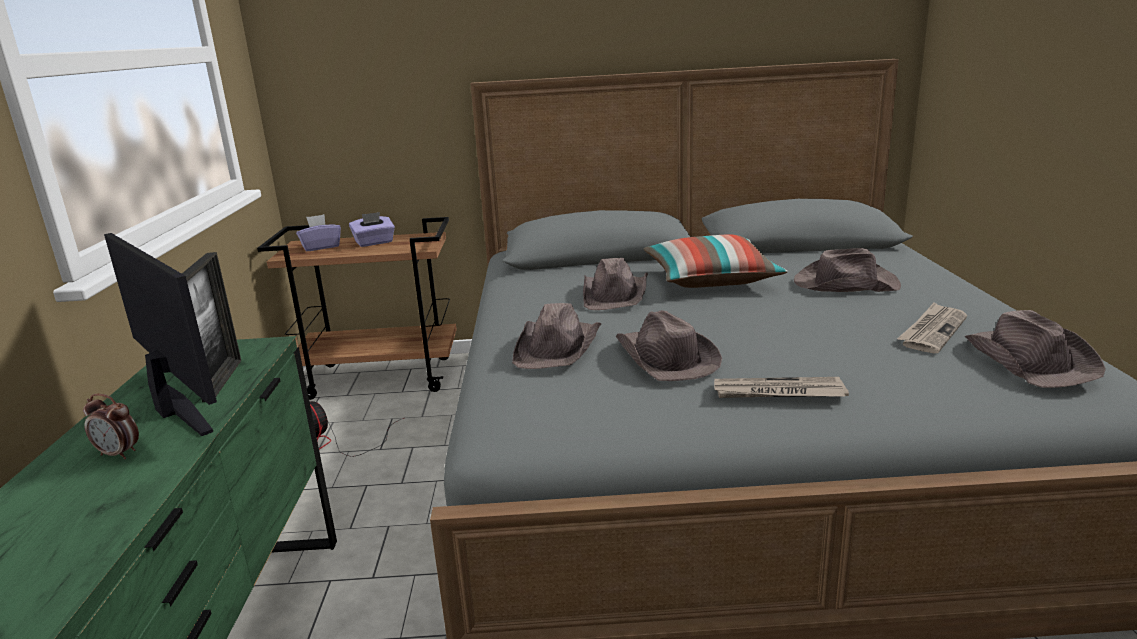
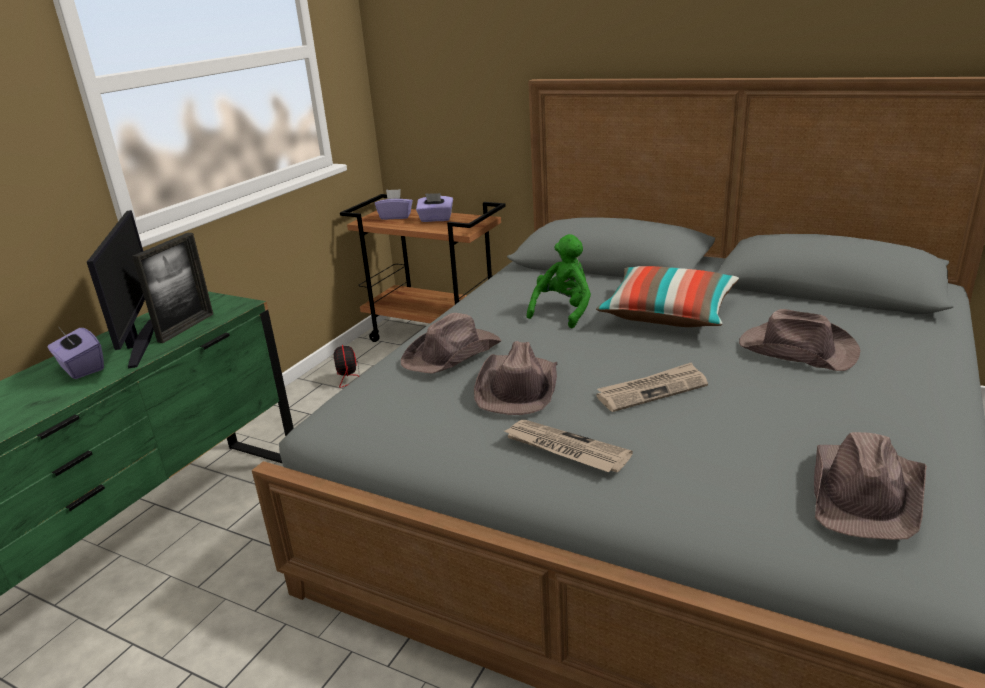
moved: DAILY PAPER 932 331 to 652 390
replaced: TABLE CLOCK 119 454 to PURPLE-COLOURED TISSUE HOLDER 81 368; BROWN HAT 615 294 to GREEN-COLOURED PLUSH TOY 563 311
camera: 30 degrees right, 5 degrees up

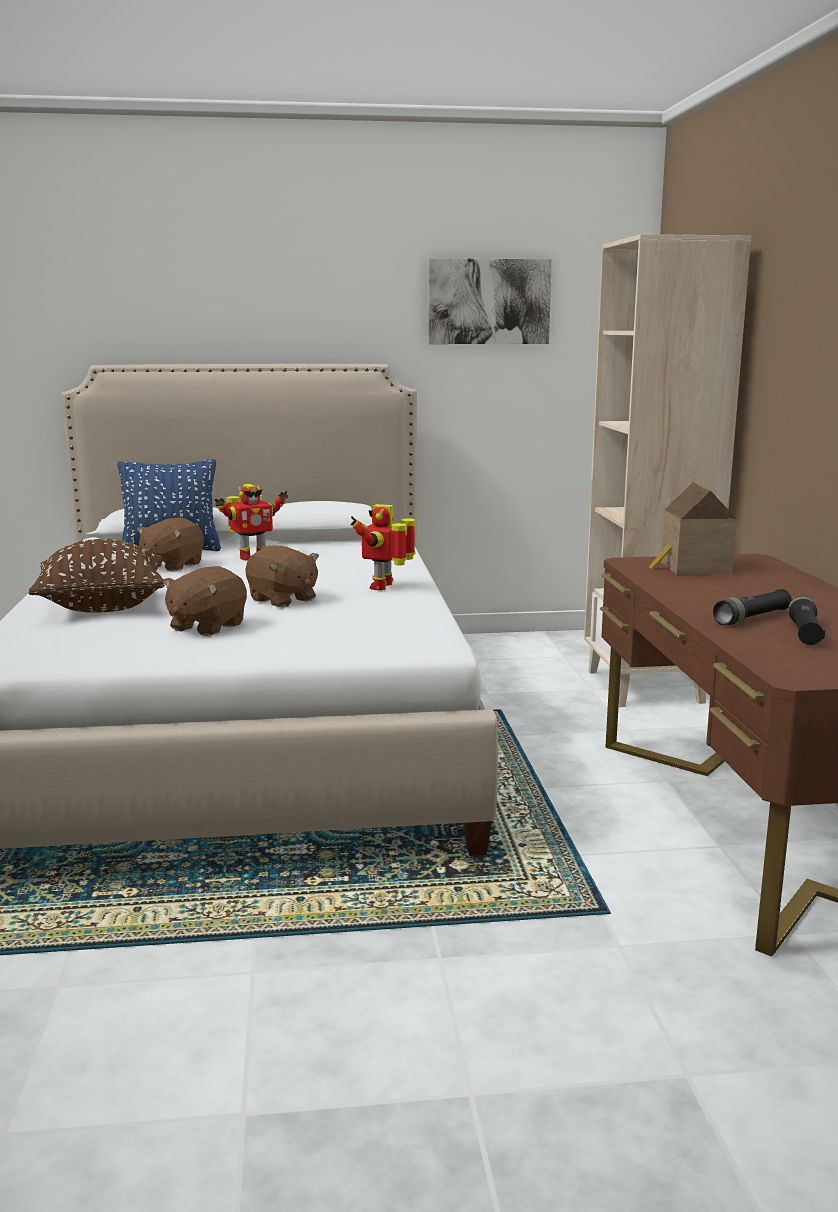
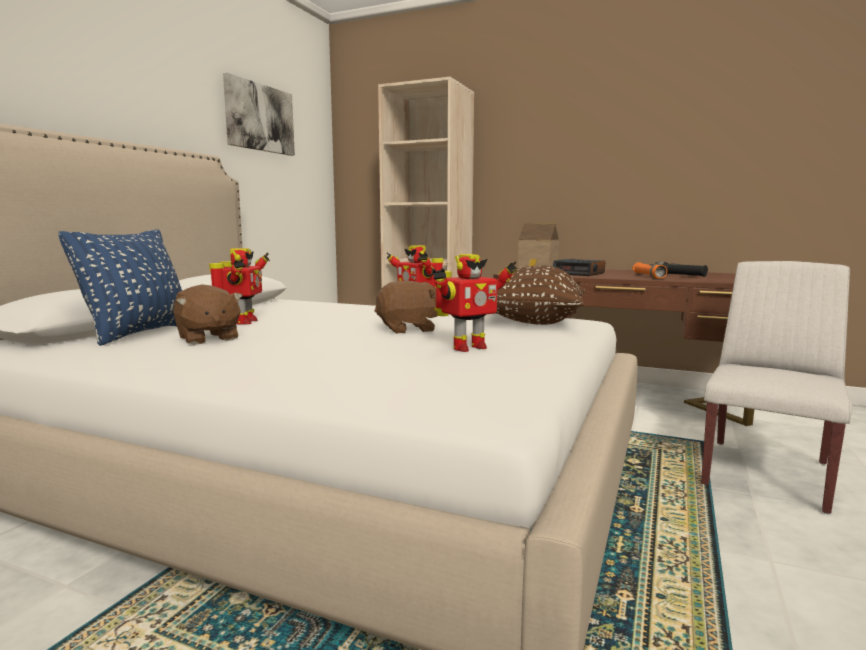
added: TABLE CLOCK 579 273; WHITE-COLOURED PLAIN CHAIR 766 473
moved: BROWN THROW PILLOW 103 607 to 533 322
replaced: BROWN PLUSH TOY 206 627 to ROBOT FIGURE 467 347
recoloured: BLACKISH HAND TORCH 752 618 to ORANGE HAND TORCH 648 276
camera: 60 degrees left, 5 degrees down

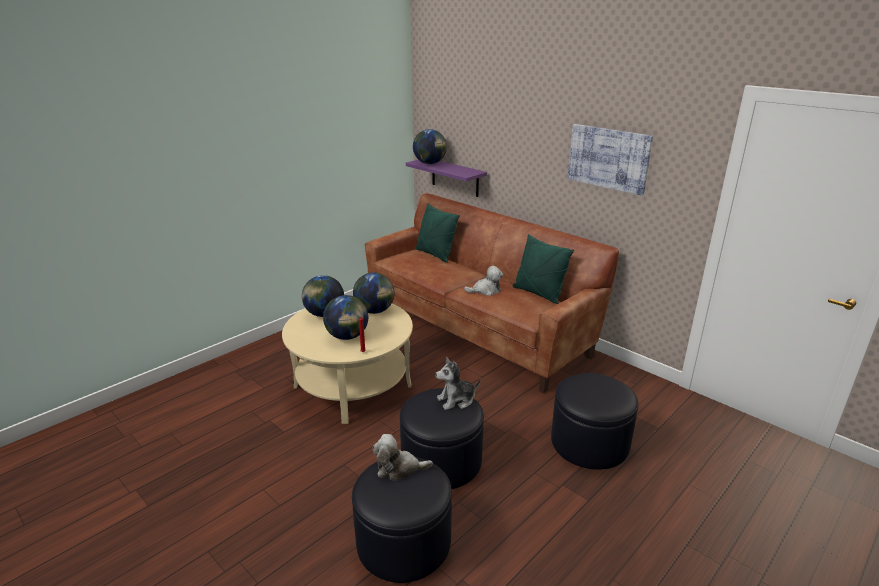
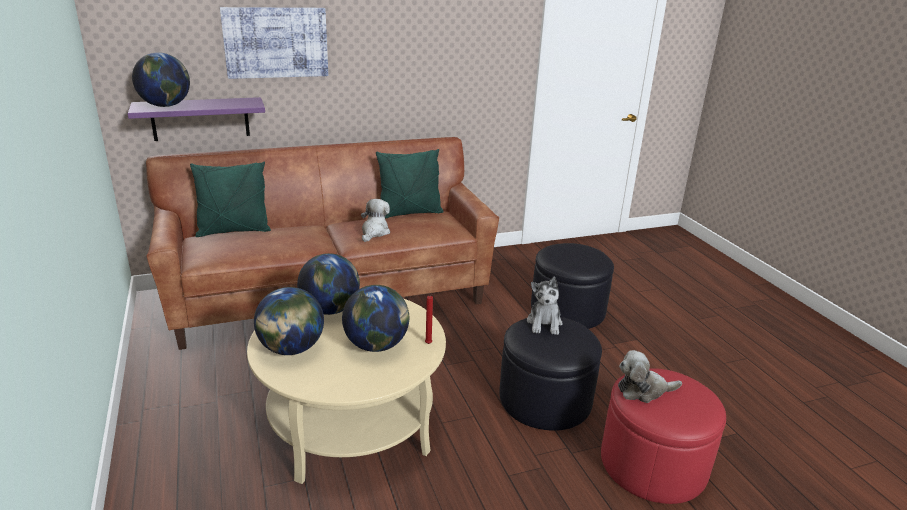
moved: WALL PICTURE 608 158 to 276 42
recoloured: BLACKISH OTTOMAN 403 542 to RED OTTOMAN 653 464
turned: PLUSH TOY 399 468 = 643 390 60 degrees clockwise
camera: 65 degrees left, 0 degrees up

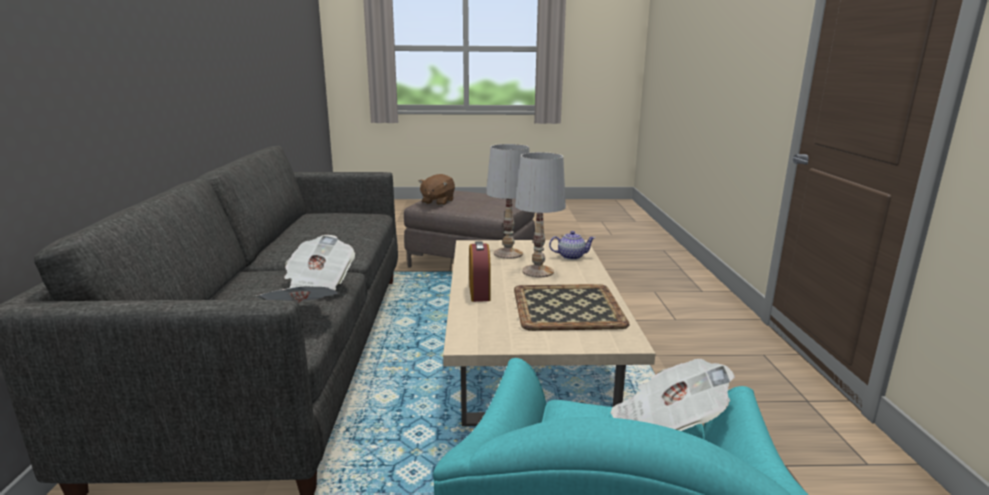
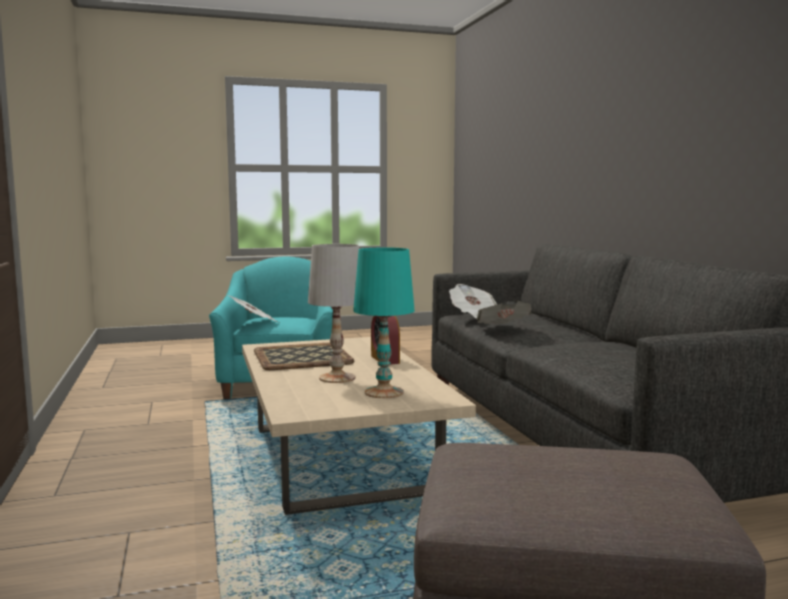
removed: BROWN PLUSH TOY 437 202; TEA POT 571 256
recoloured: WHITE-COLOURED TABLETOP LAMP 507 253 to BLUE-GREEN TABLETOP LAMP 384 392
camera: 165 degrees right, 10 degrees down

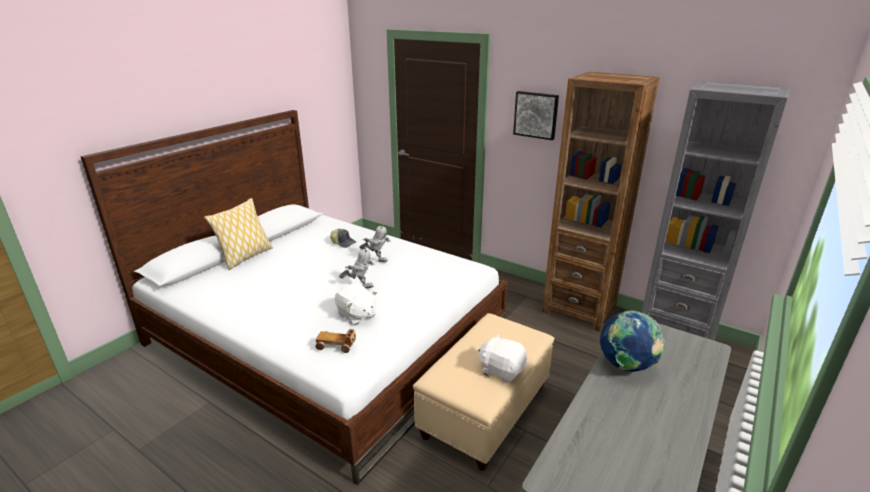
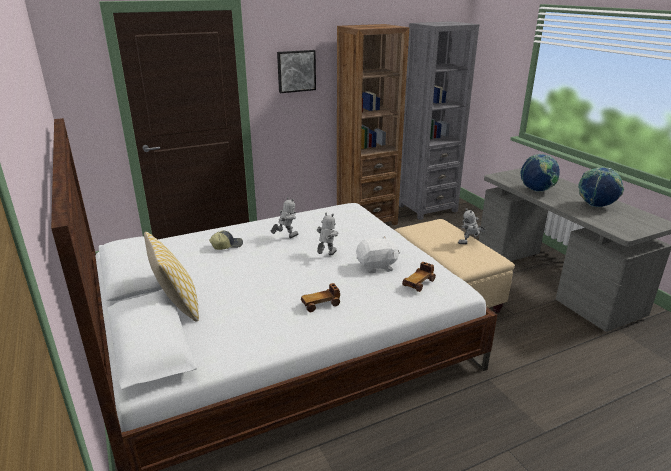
added: MODEL CAR 321 304; DESK GLOBE 595 206
replaced: WHITE-COLOURED PLUSH TOY 501 370 to ROBOT FIGURE 470 243
camera: 60 degrees left, 0 degrees up

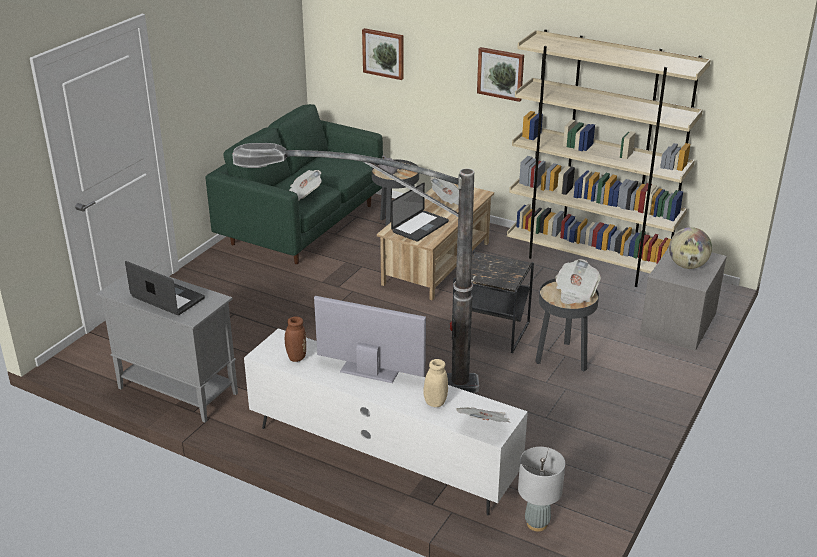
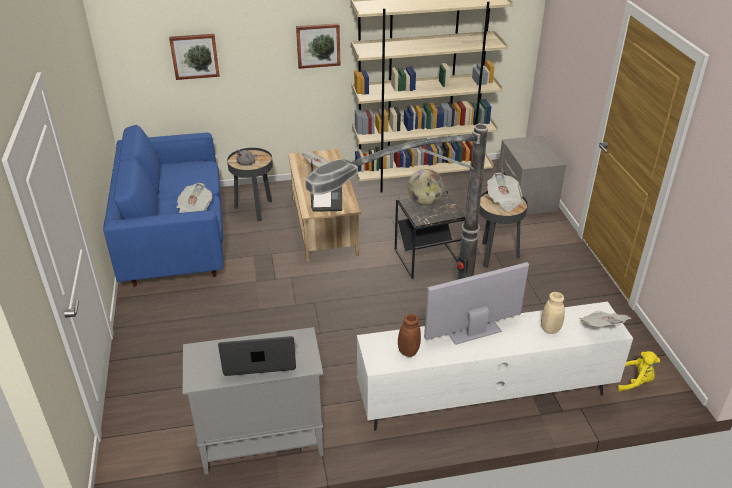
moved: DESK GLOBE 687 266 to 424 202
replaced: GREY TABLETOP LAMP 537 524 to YELLOW-COLOURED PLUSH TOY 634 382
recoloured: GREEN-COLOURED COUCH 303 225 to BLUISH COUCH 176 240
camera: 40 degrees left, 5 degrees up

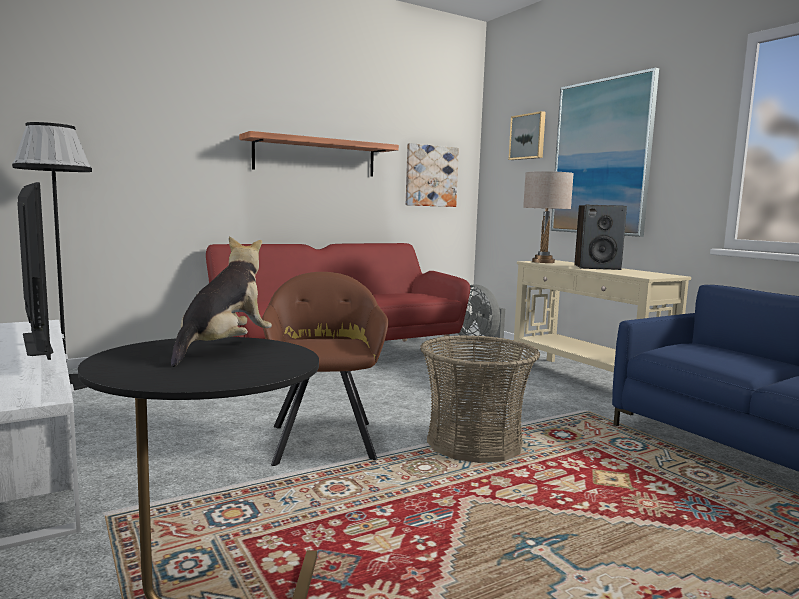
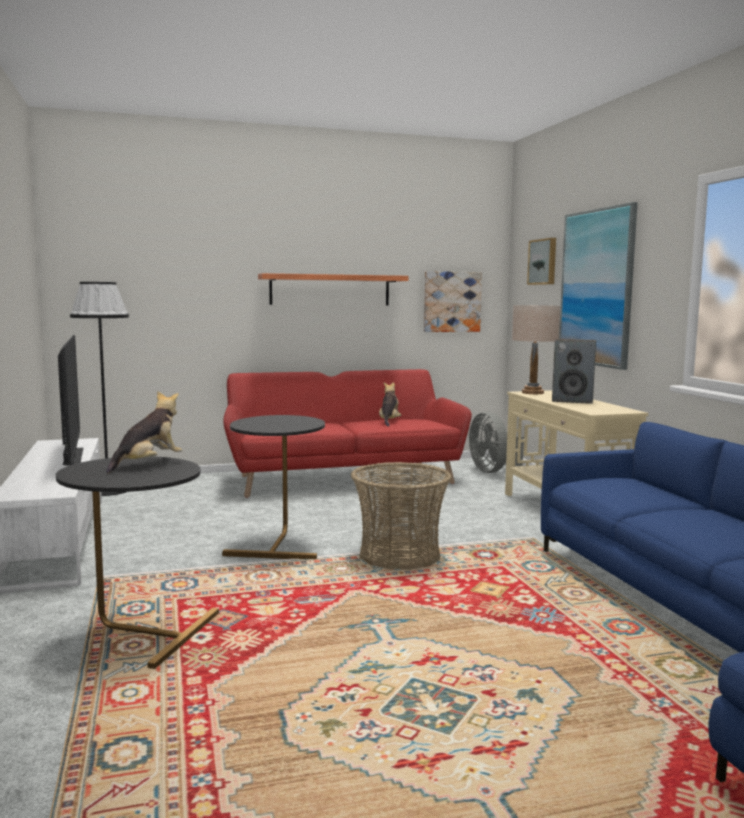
added: PLUSH TOY 389 421
replaced: BROWN EASY CHAIR 324 439 to BLACKISH SIDE TABLE 279 543
camera: 15 degrees right, 0 degrees up

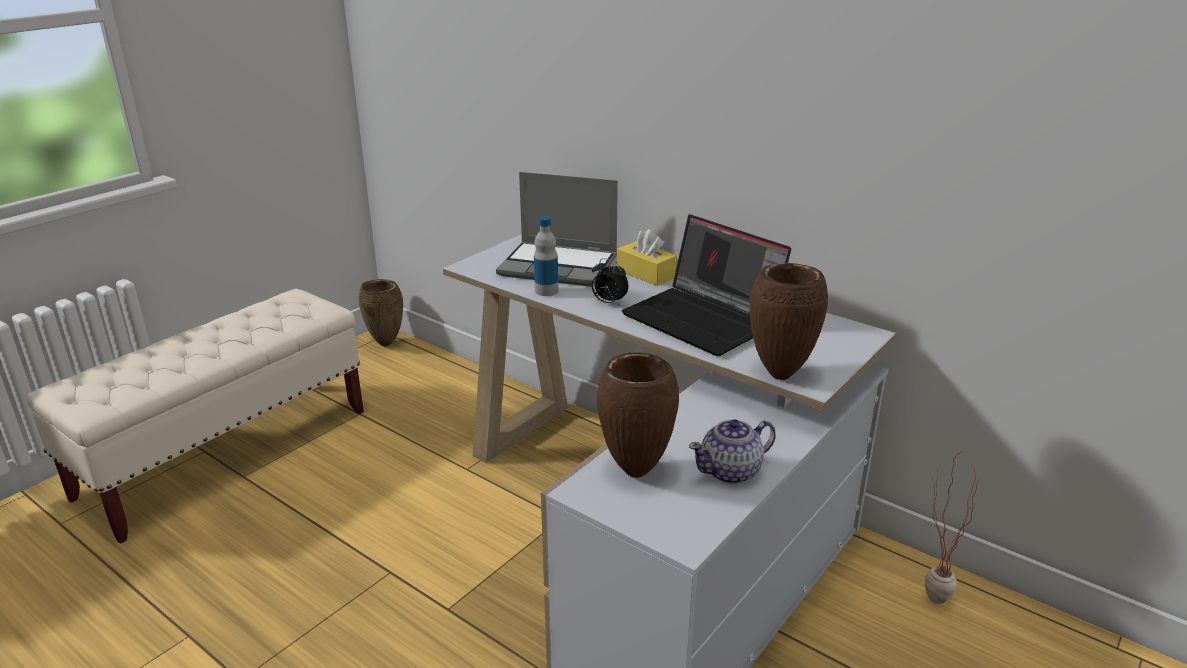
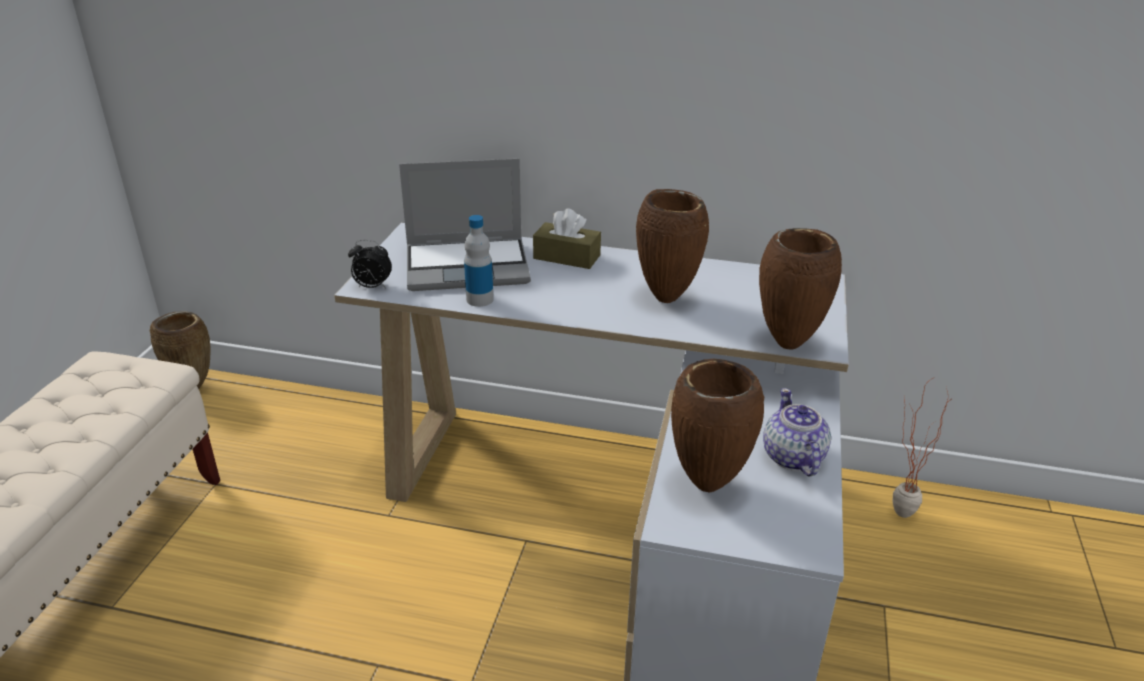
moved: TABLE CLOCK 608 302 to 372 287
replaced: NOTEBOOK COMPUTER 704 320 to BROWN VASE 668 298
recoloured: YELLOW-COLOURED TISSUE HOLDER 646 274 to BROWN TISSUE HOLDER 566 257
turned: TEA POT 731 471 = 792 457 135 degrees clockwise
camera: 25 degrees left, 5 degrees up

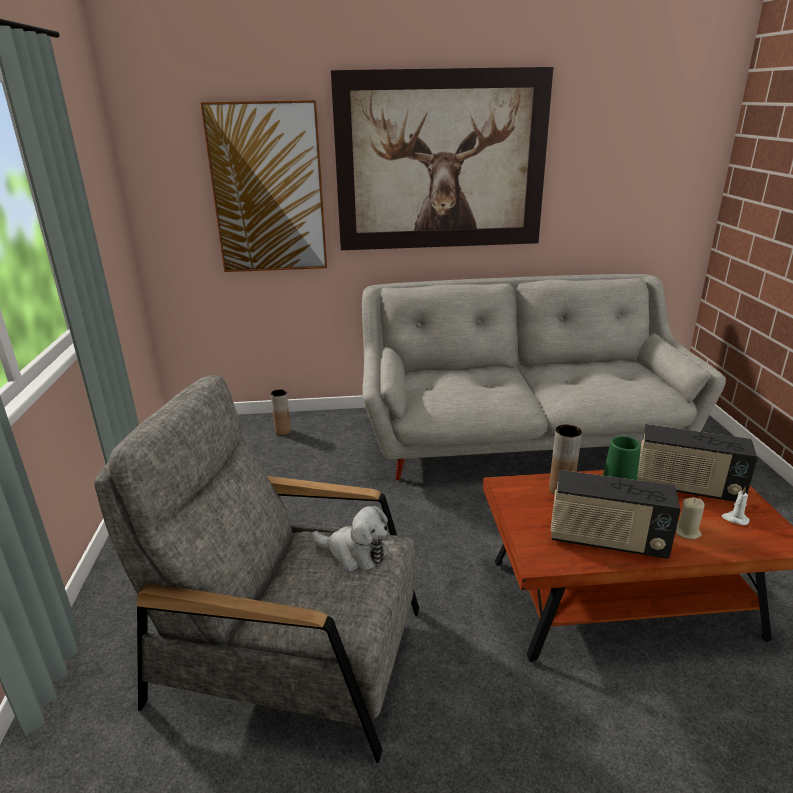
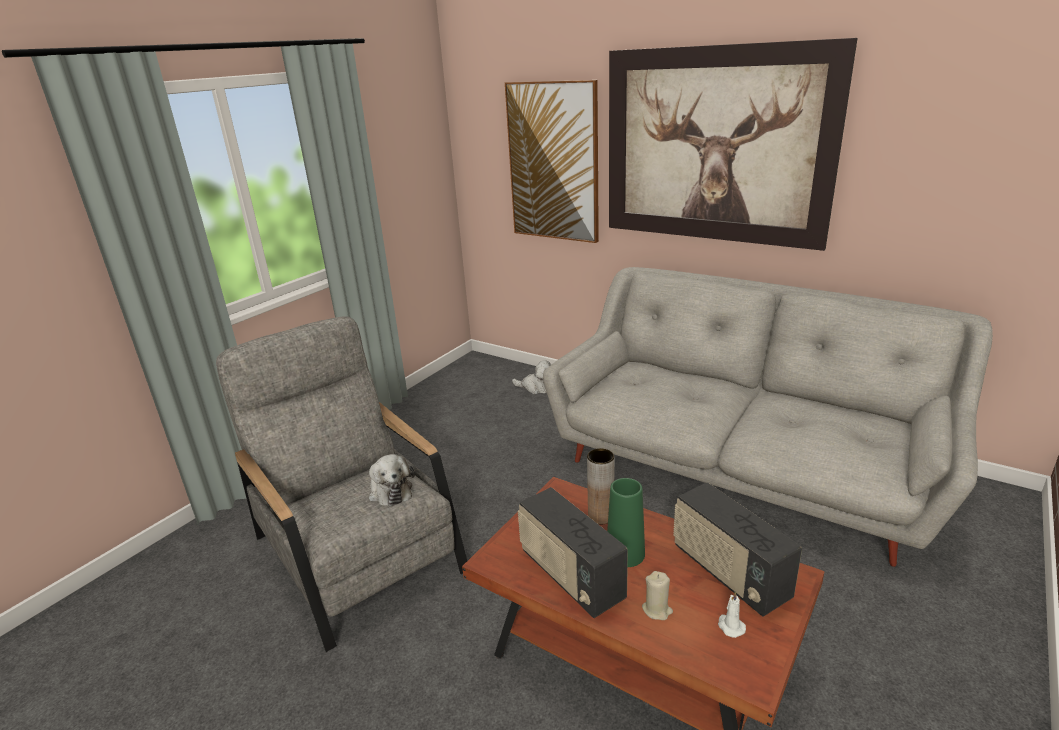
replaced: BROWN VASE 283 431 to PLUSH TOY 536 387
camera: 40 degrees right, 0 degrees up

